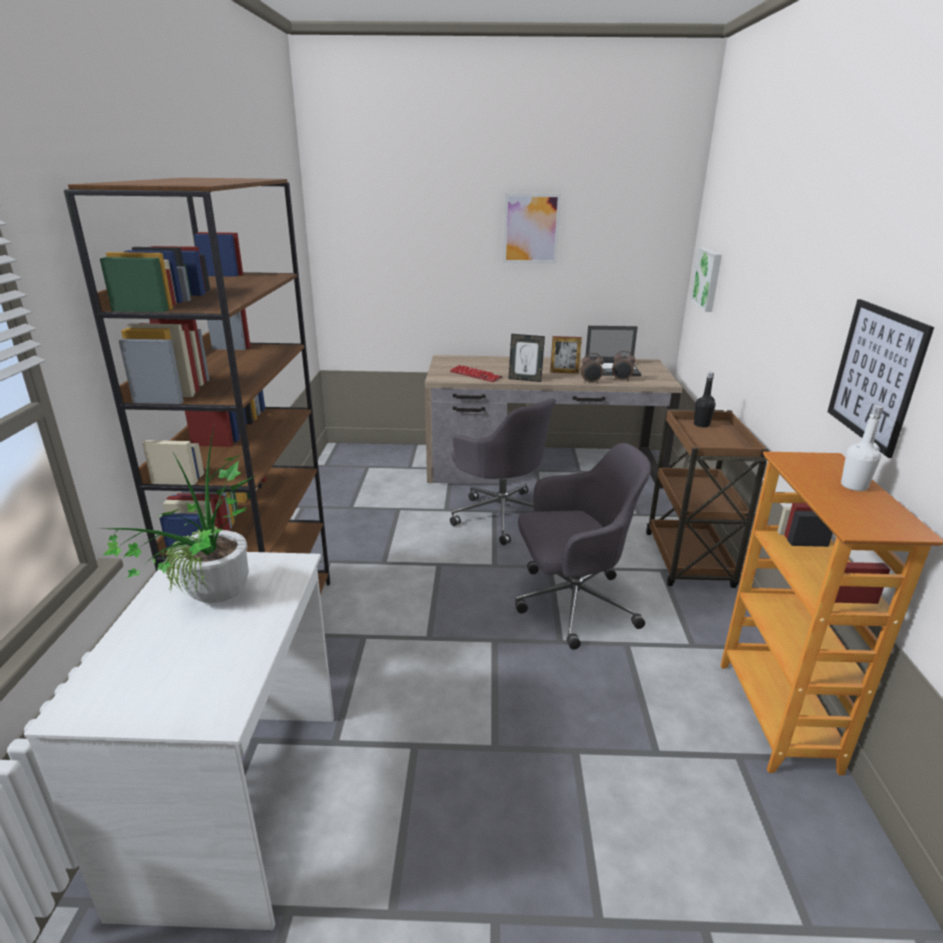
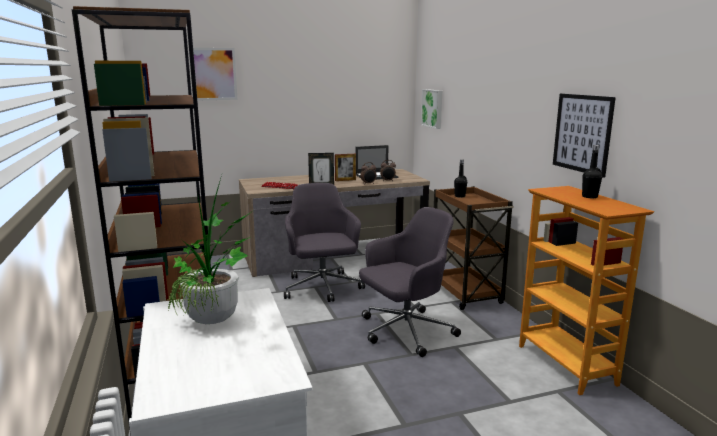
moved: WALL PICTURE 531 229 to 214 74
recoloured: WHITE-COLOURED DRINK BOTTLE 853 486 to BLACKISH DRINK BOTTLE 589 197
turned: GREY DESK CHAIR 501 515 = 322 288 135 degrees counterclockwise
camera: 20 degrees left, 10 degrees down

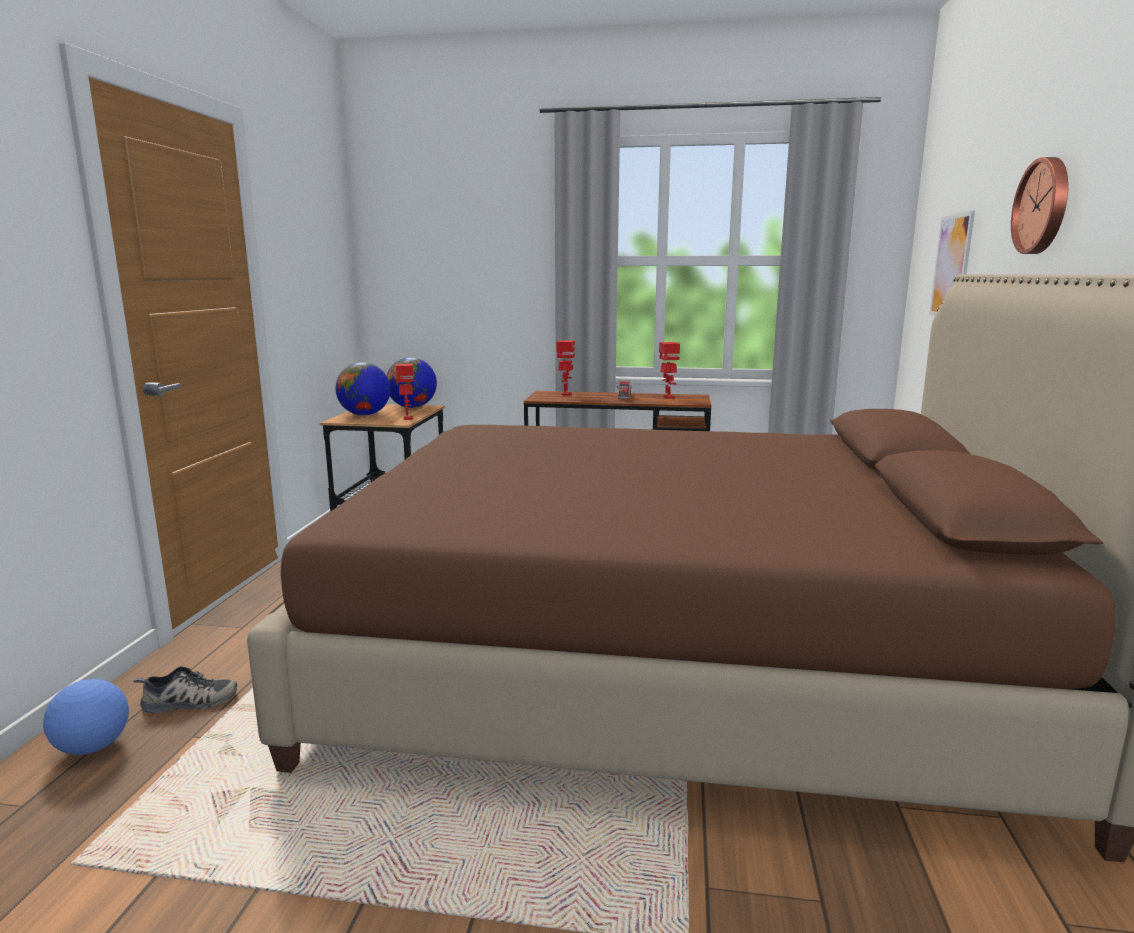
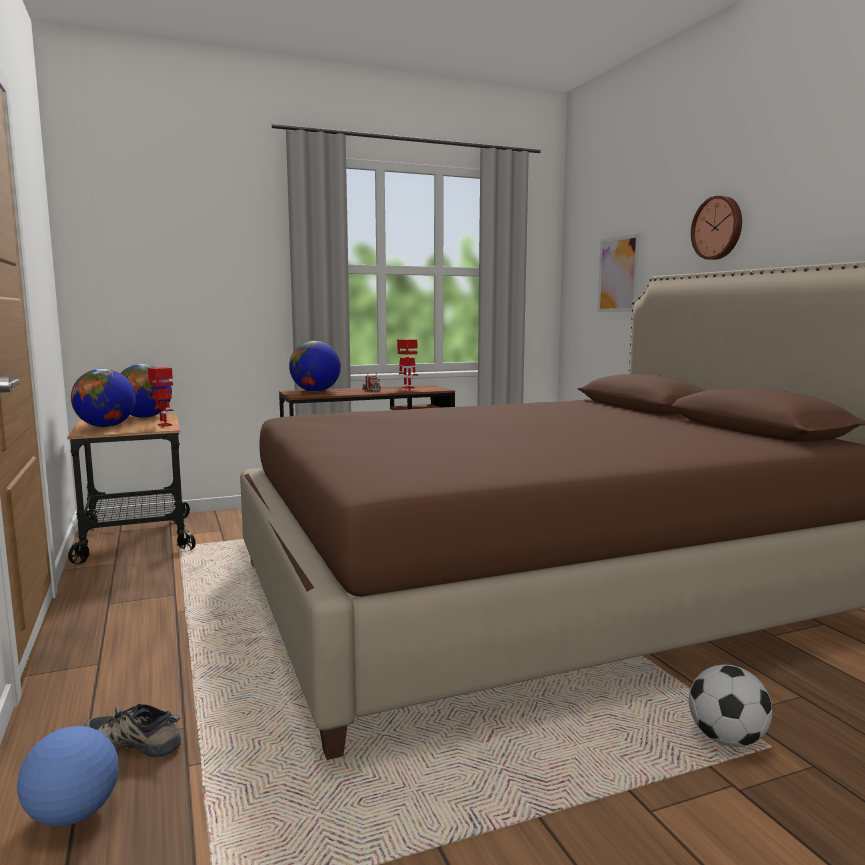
added: BALL FOR FOOTBALL 726 739
replaced: ROBOT FIGURE 566 394 to DESK GLOBE 315 391
turned: ITEM OF FOOTWEAR 188 702 = 135 741 120 degrees counterclockwise
camera: 30 degrees left, 5 degrees down

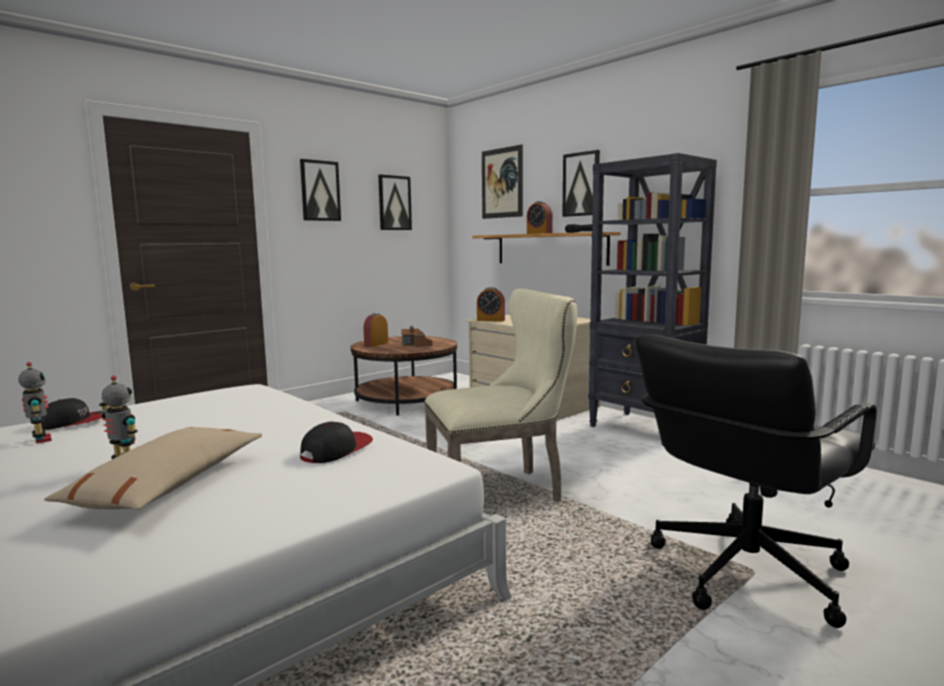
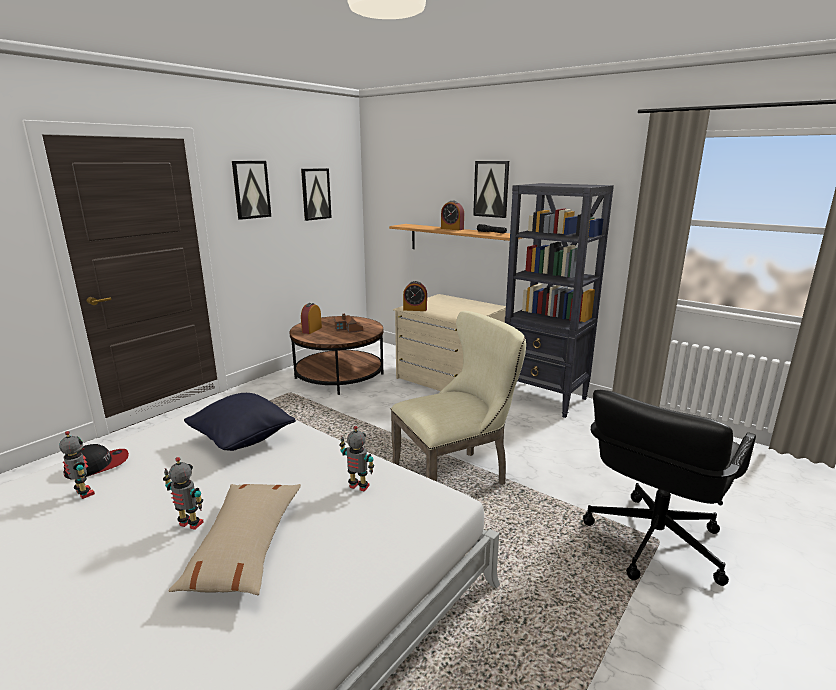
removed: WALL PICTURE 502 183
added: BLACKISH THROW PILLOW 242 440
replaced: BASEBALL CAP 336 450 to ROBOT FIGURE 358 487
camera: 10 degrees left, 10 degrees up

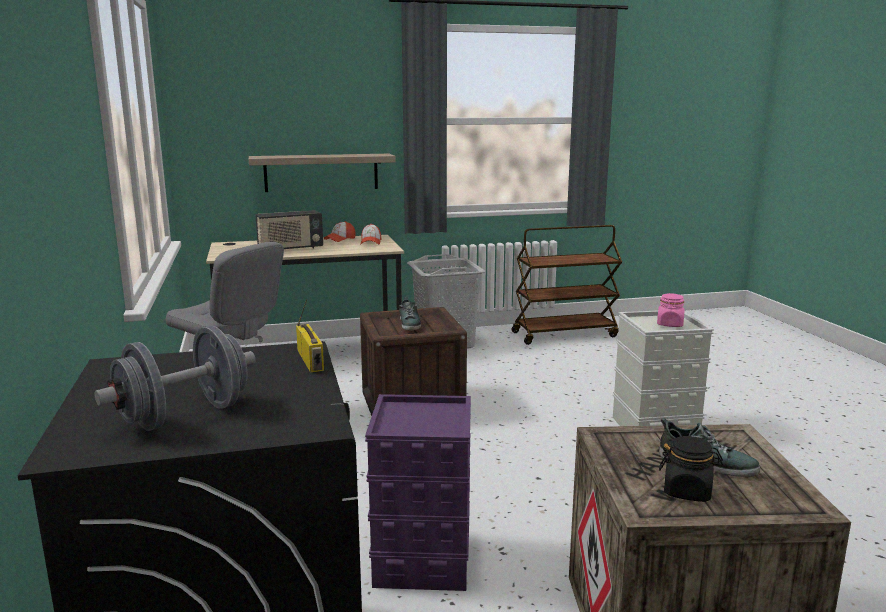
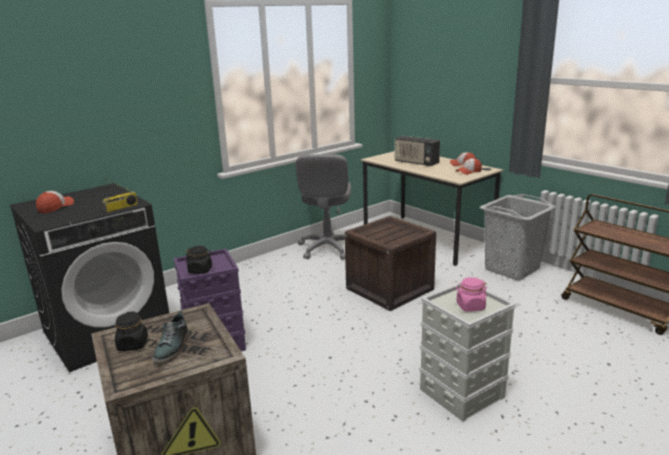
removed: SHELF 321 172; ITEM OF FOOTWEAR 409 324
added: BLACKISH PRESERVE JAR 200 270
replaced: GREY DUMBBELL 184 416 to BASEBALL CAP 55 207
camera: 65 degrees right, 5 degrees up

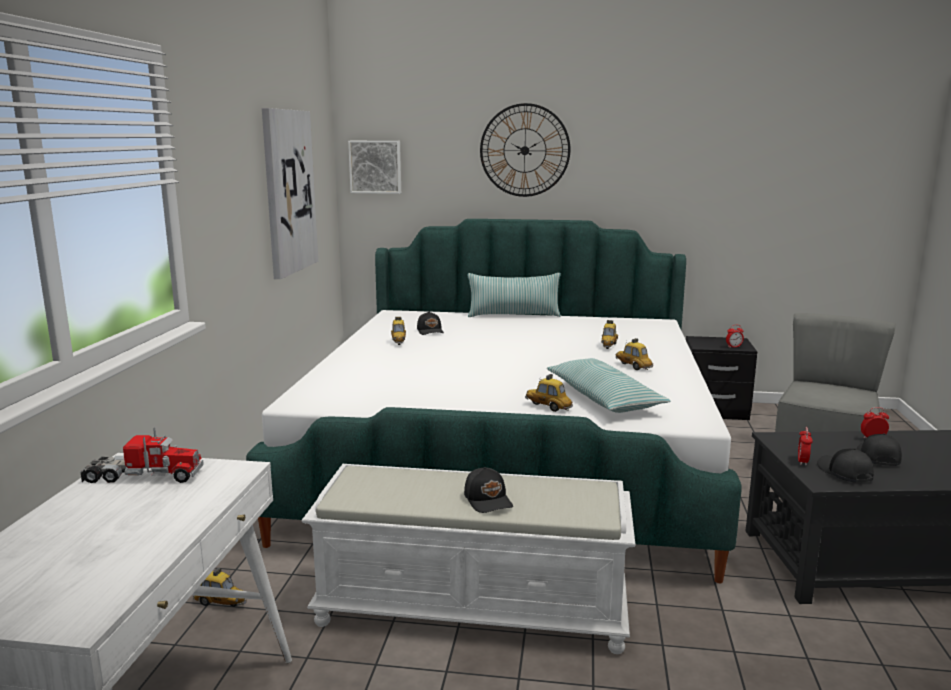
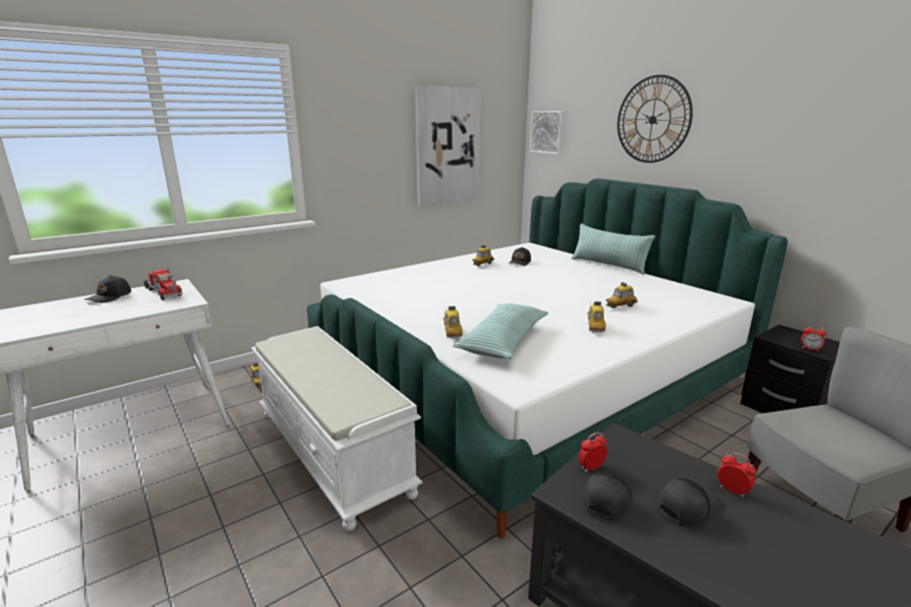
moved: BLACKISH BASEBALL CAP 488 500 to 110 297
camera: 45 degrees right, 5 degrees up

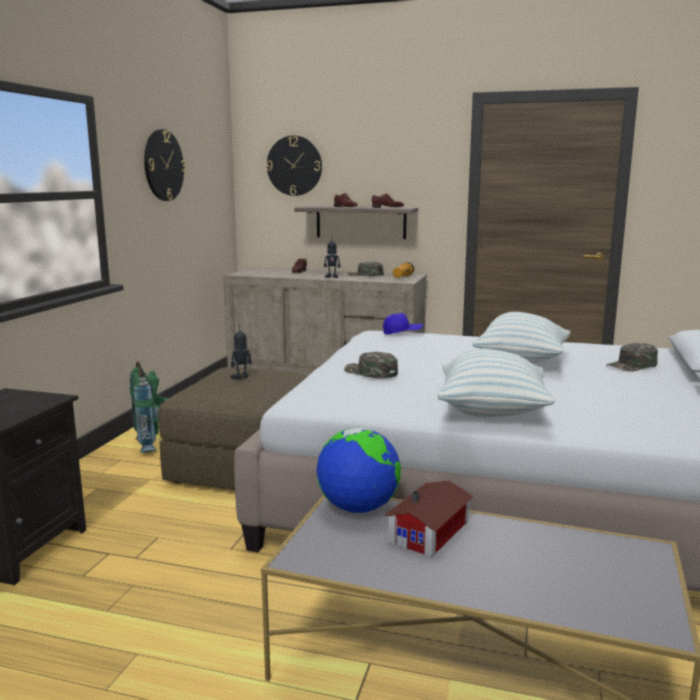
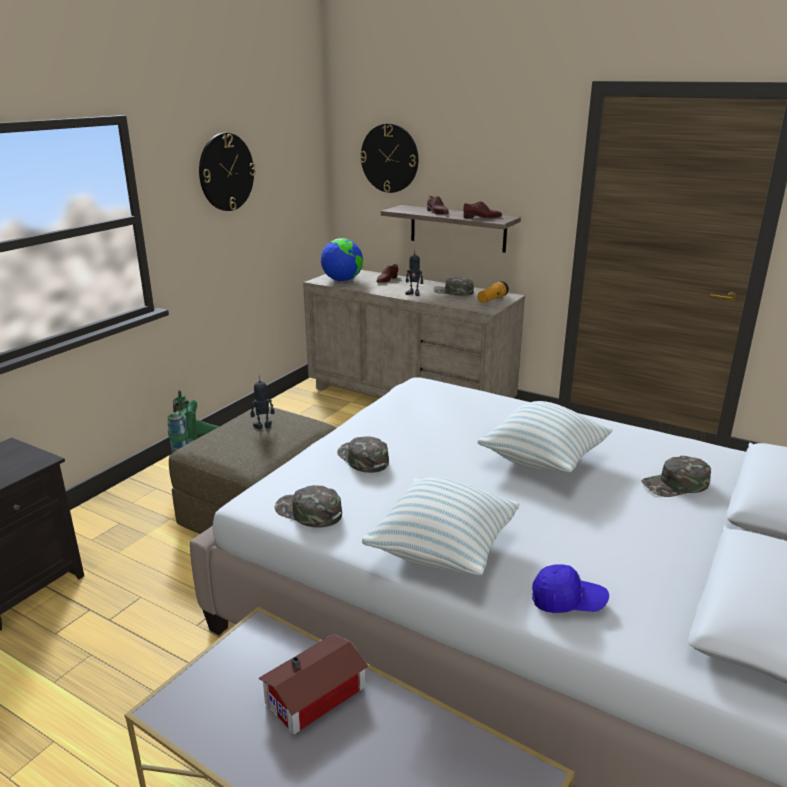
added: GREEN-COLOURED BASEBALL CAP 308 512
moved: DESK GLOBE 358 508 to 342 281; BLUISH BASEBALL CAP 402 333 to 568 602
camera: 15 degrees right, 10 degrees up

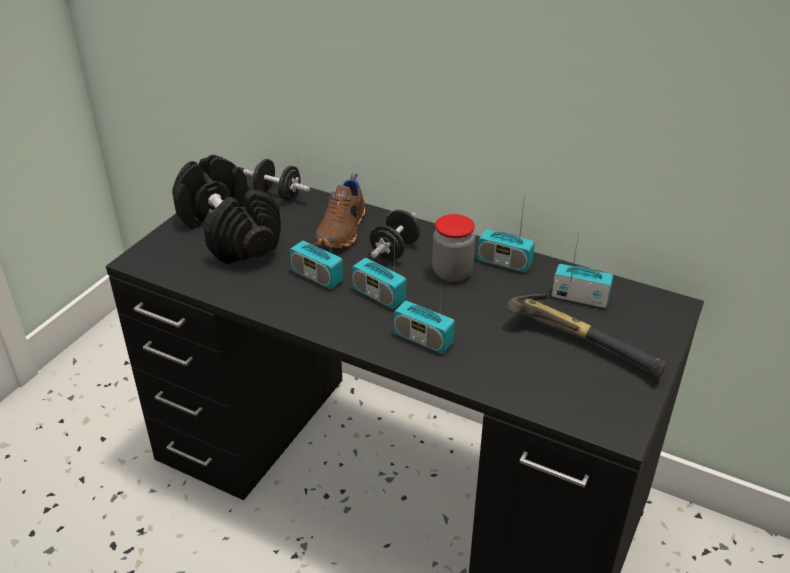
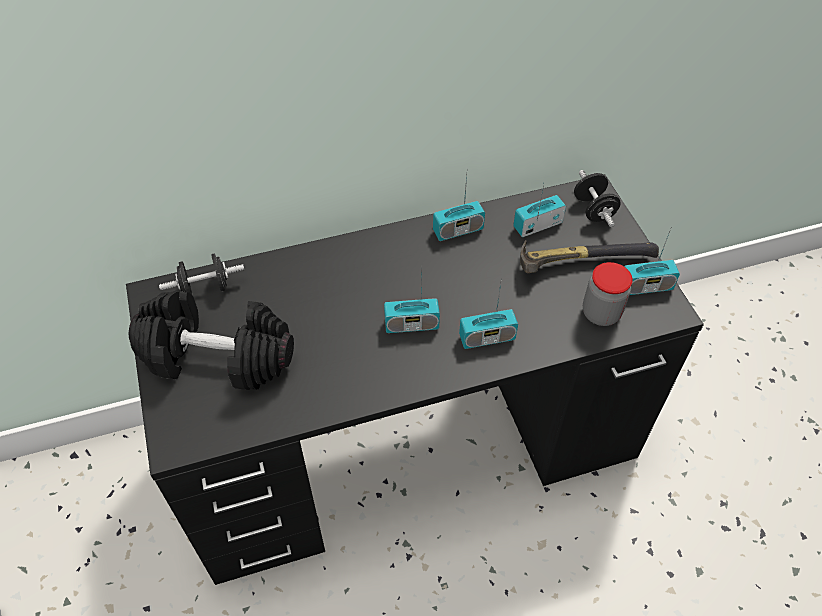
removed: BROWN ITEM OF FOOTWEAR 342 230
moved: BLACKISH DUMBBELL 395 250 to 593 210; PRESERVE JAR 452 272 to 601 313; RADIO 317 276 to 645 287
camera: 45 degrees left, 15 degrees up

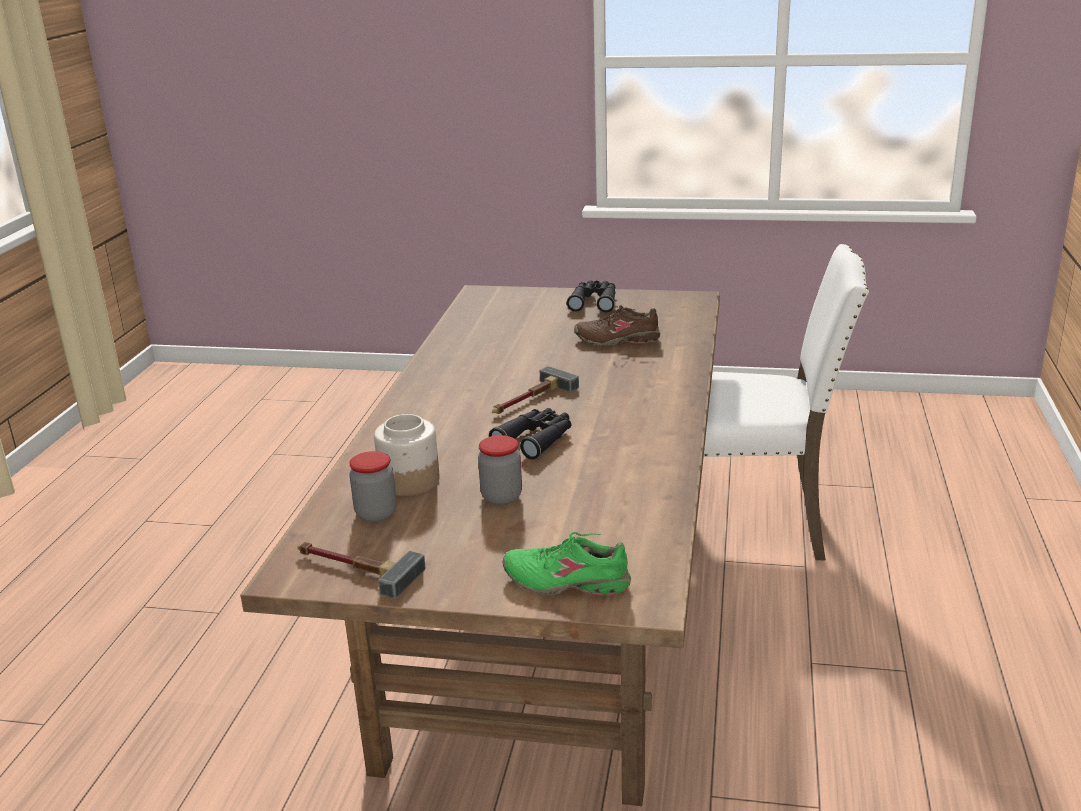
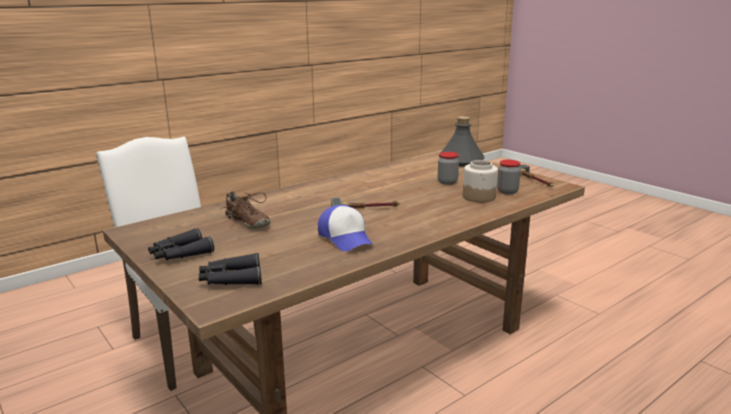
added: BASEBALL CAP 346 238
moved: BLACKISH FIELD GLASSES 536 439 to 230 279
replaced: GREEN-COLOURED ITEM OF FOOTWEAR 567 581 to GREY DRINK BOTTLE 461 161
camera: 140 degrees left, 5 degrees down

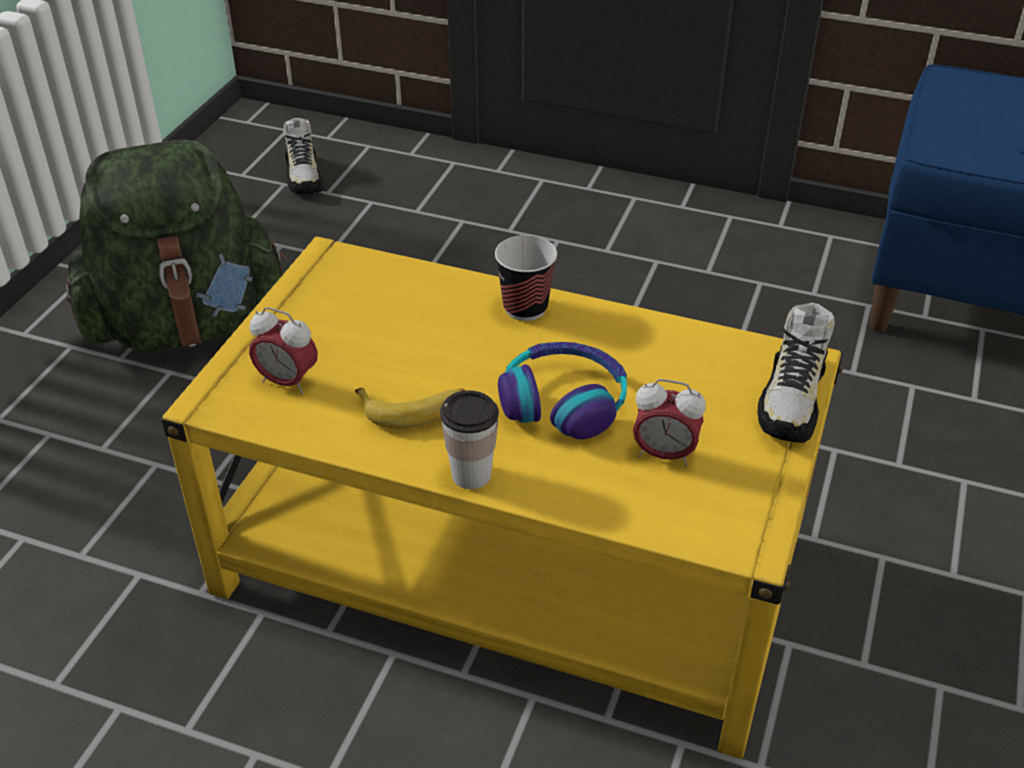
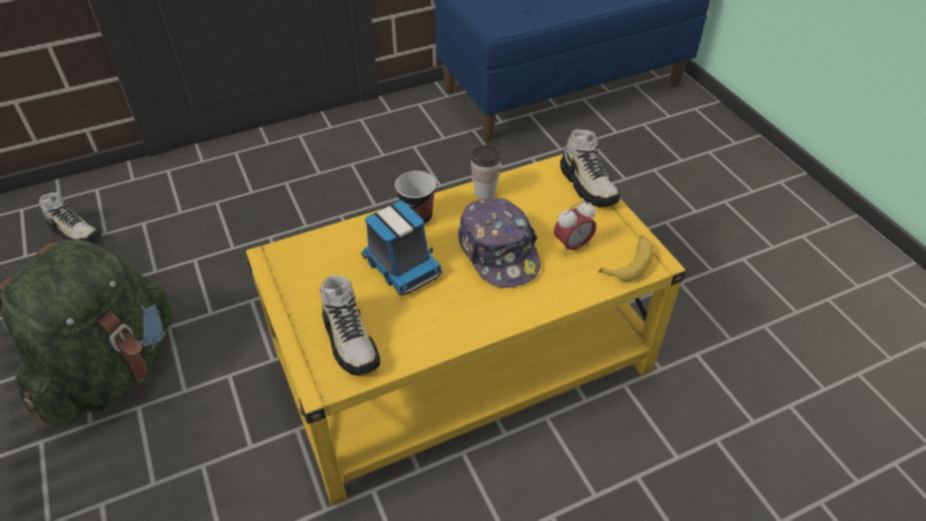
added: TOY TRUCK 401 265
moved: SMALL CUP 471 475 to 485 192; BANANA 414 410 to 629 262
replaced: TABLE CLOCK 287 382 to ITEM OF FOOTWEAR 350 340; HEADSET 563 401 to BASEBALL CAP 499 252
camera: 45 degrees left, 5 degrees up

